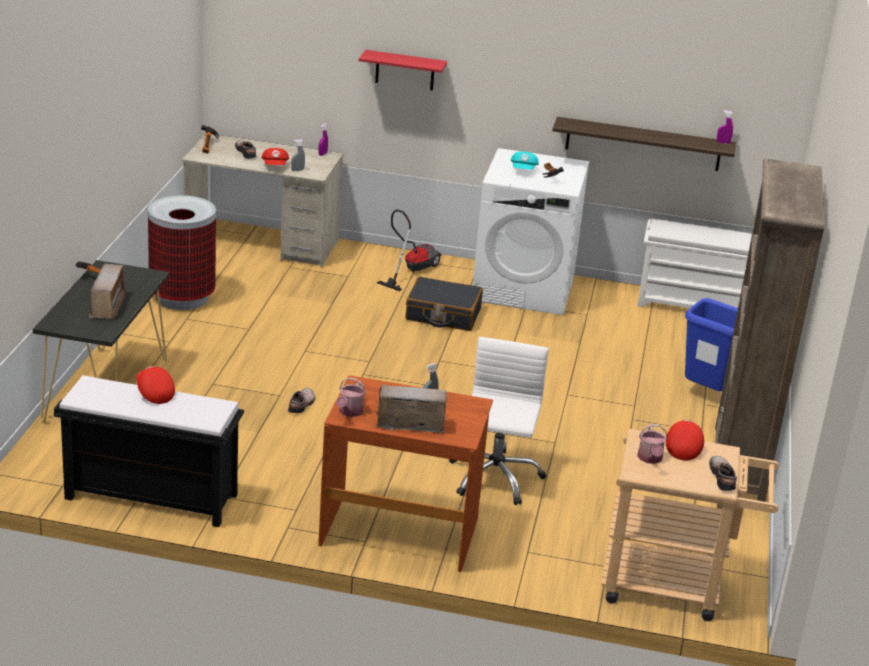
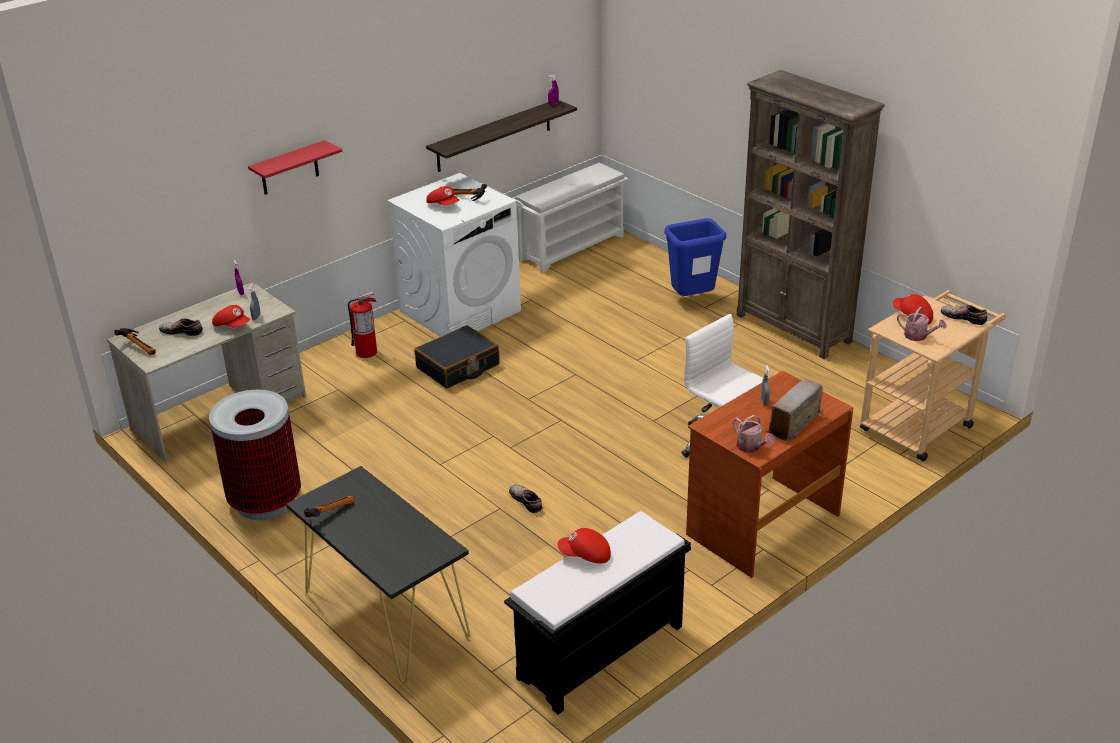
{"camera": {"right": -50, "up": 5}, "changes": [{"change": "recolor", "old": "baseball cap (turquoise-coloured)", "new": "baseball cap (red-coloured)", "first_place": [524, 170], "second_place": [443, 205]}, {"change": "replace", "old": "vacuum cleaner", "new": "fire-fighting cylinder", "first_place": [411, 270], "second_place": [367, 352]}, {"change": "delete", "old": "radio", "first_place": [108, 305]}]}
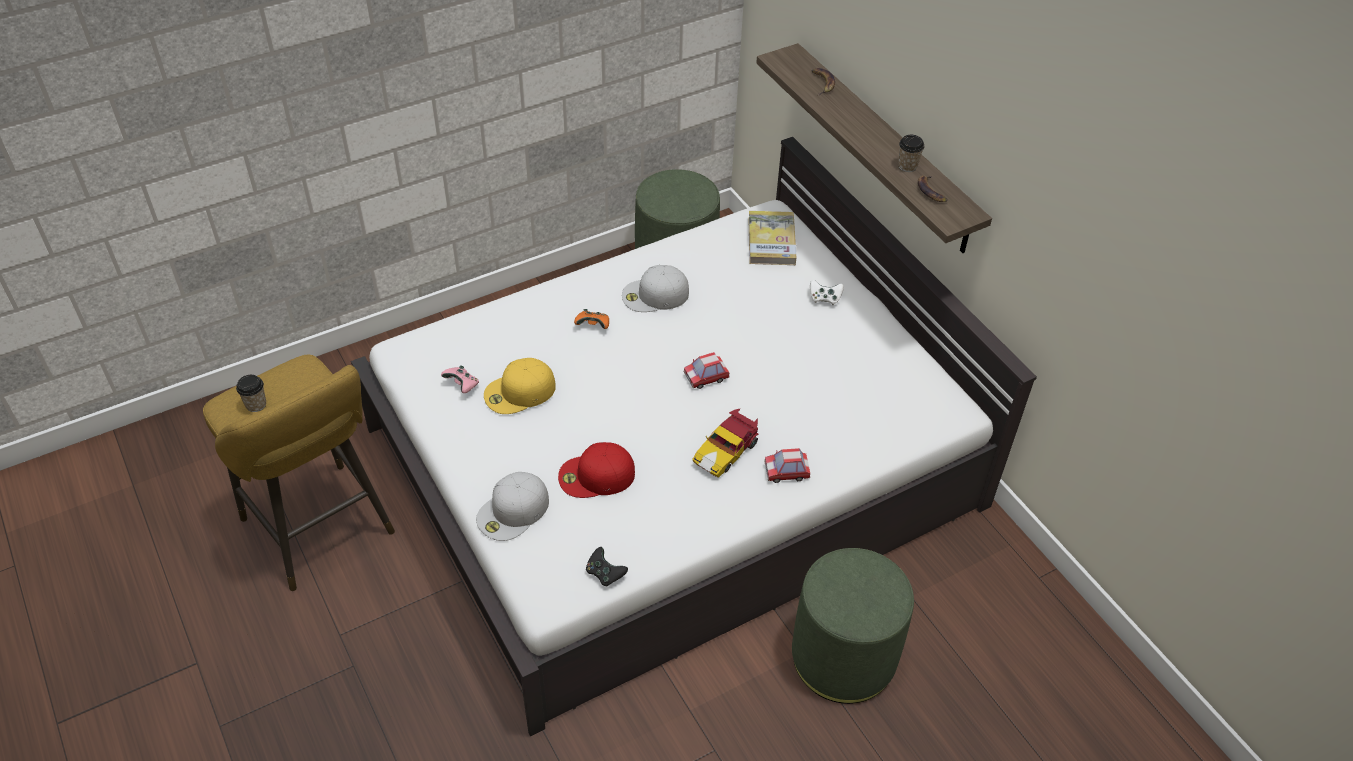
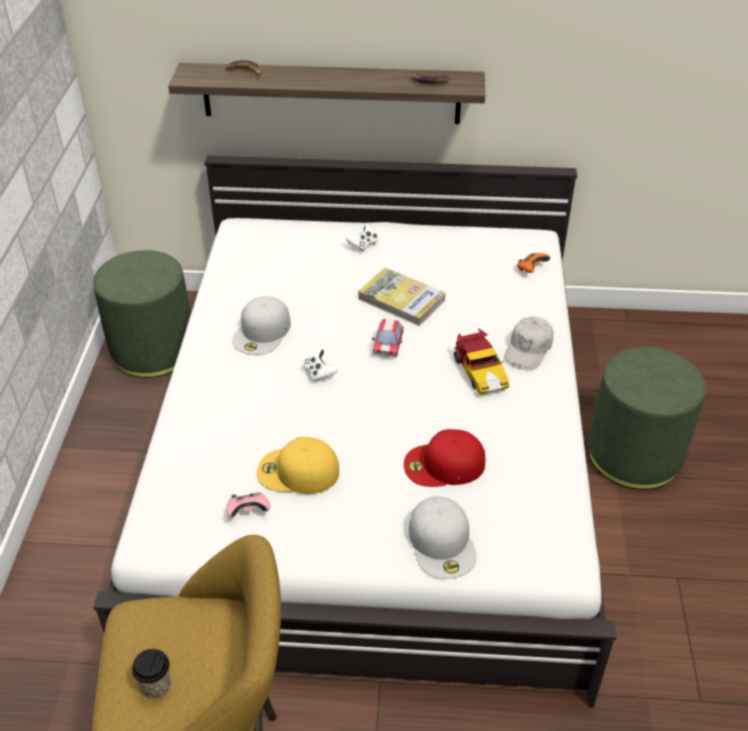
{"camera": {"right": -55, "up": -5}, "changes": [{"change": "delete", "old": "cup", "first_place": [907, 166]}, {"change": "move", "old": "bound book", "first_place": [771, 241], "second_place": [401, 300]}, {"change": "move", "old": "gamepad (orangey)", "first_place": [593, 326], "second_place": [531, 269]}, {"change": "rotate", "old": "baseball cap (yellow-coloured)", "first_place": [519, 392], "second_place": [297, 472], "degrees": 90}, {"change": "rotate", "old": "baseball cap (red-coloured)", "first_place": [596, 476], "second_place": [443, 465], "degrees": 60}, {"change": "replace", "old": "model car", "new": "baseball cap (white)", "first_place": [786, 472], "second_place": [528, 349]}, {"change": "delete", "old": "gamepad (blackish)", "first_place": [605, 573]}, {"change": "insert", "new": "gamepad (white)", "second_place": [319, 372]}]}
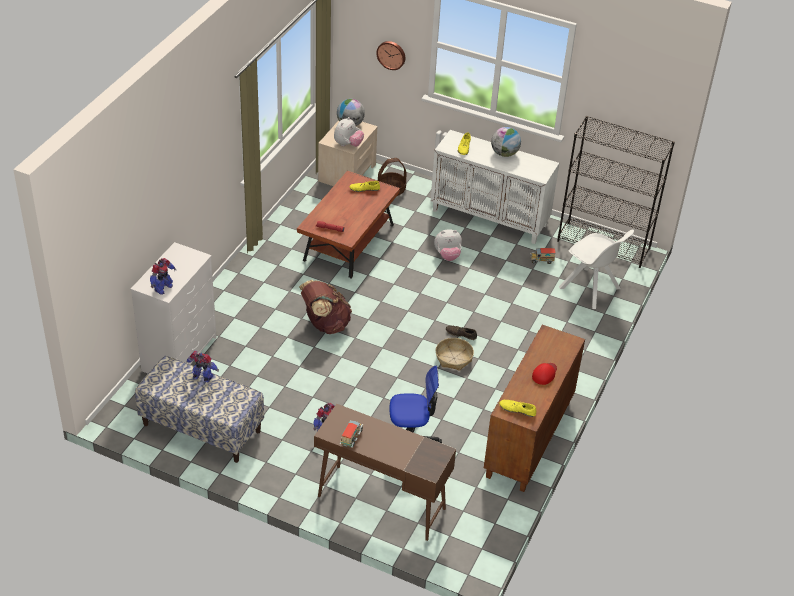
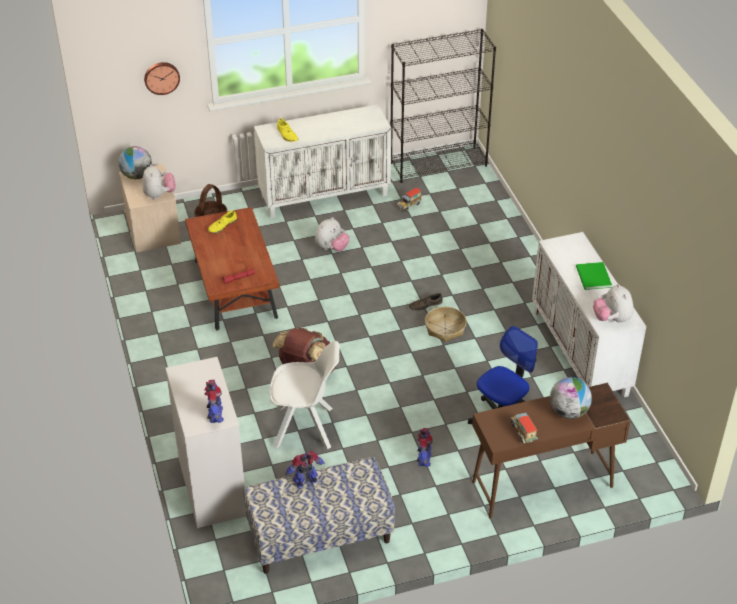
{"camera": {"right": -40, "up": 0}, "changes": [{"change": "move", "old": "globe", "first_place": [504, 153], "second_place": [568, 412]}, {"change": "move", "old": "plain chair (white)", "first_place": [591, 289], "second_place": [305, 428]}, {"change": "recolor", "old": "storage cabinet (brown)", "new": "storage cabinet (white)", "first_place": [529, 440], "second_place": [581, 353]}, {"change": "replace", "old": "baseball cap (red-coloured)", "new": "bound book (green)", "first_place": [544, 374], "second_place": [592, 278]}, {"change": "replace", "old": "low shoe (yellow-coloured)", "new": "plush toy", "first_place": [517, 410], "second_place": [612, 319]}]}
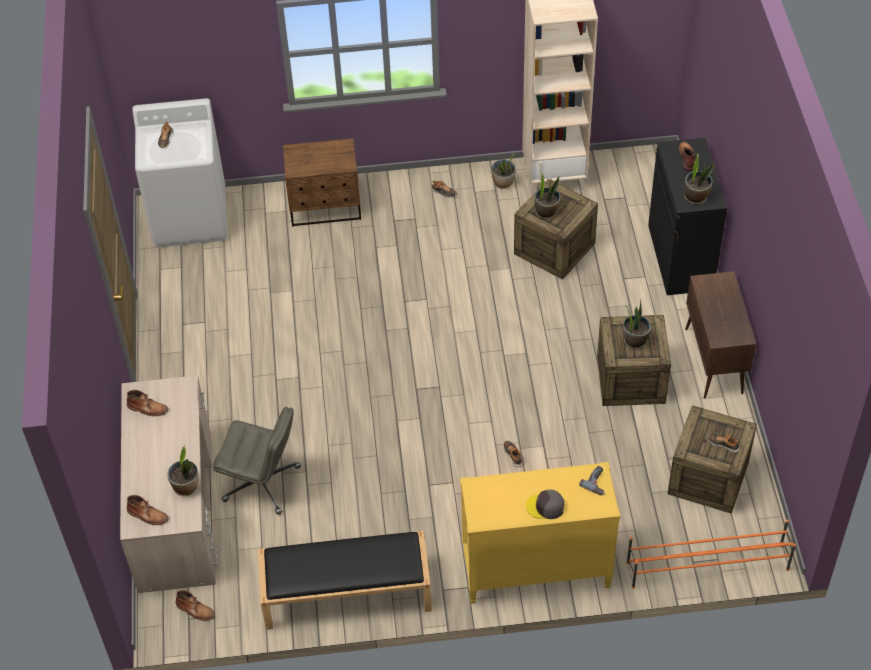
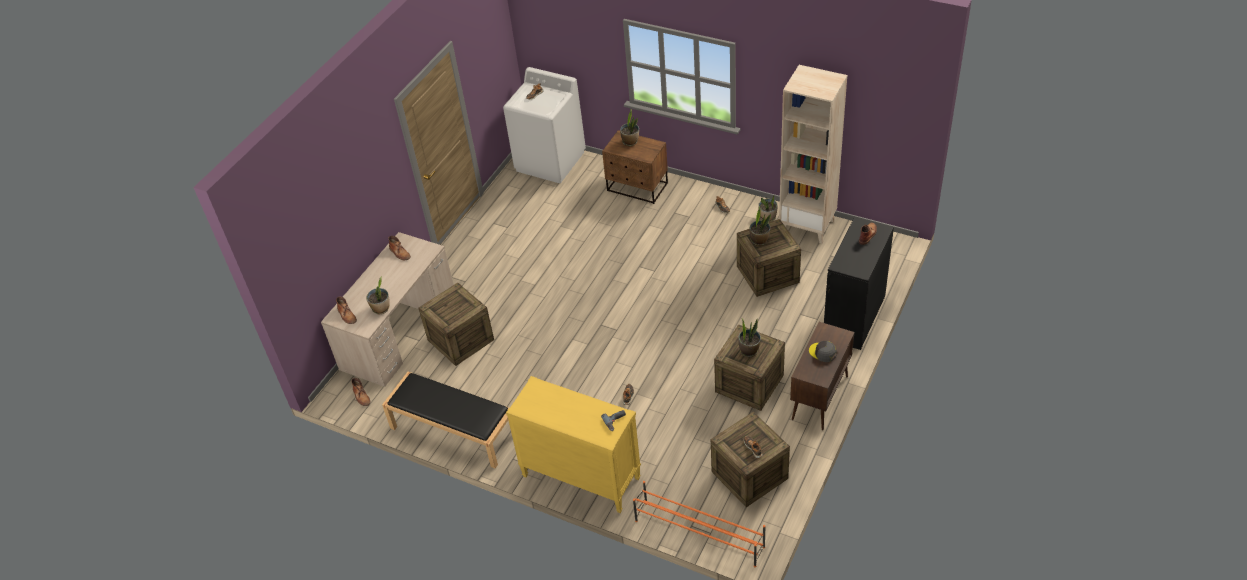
{"camera": {"right": 35, "up": -5}, "changes": [{"change": "move", "old": "potted plant", "first_place": [696, 197], "second_place": [630, 142]}, {"change": "replace", "old": "desk chair (grey)", "new": "shipping crate", "first_place": [263, 483], "second_place": [460, 340]}, {"change": "move", "old": "baseball cap (grey)", "first_place": [545, 507], "second_place": [822, 352]}]}
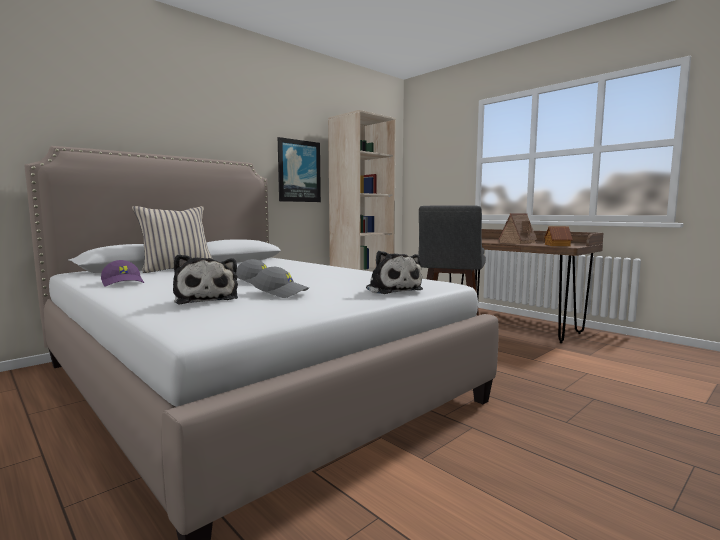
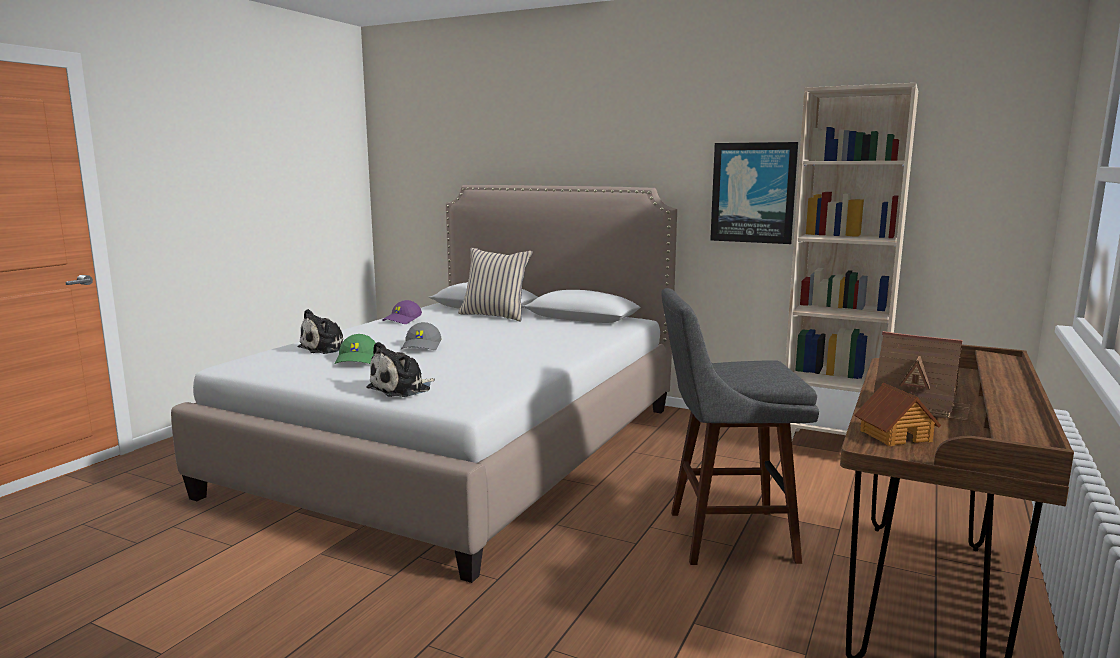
{"camera": {"right": 70, "up": 5}, "changes": [{"change": "recolor", "old": "baseball cap (grey)", "new": "baseball cap (green)", "first_place": [282, 293], "second_place": [358, 360]}]}
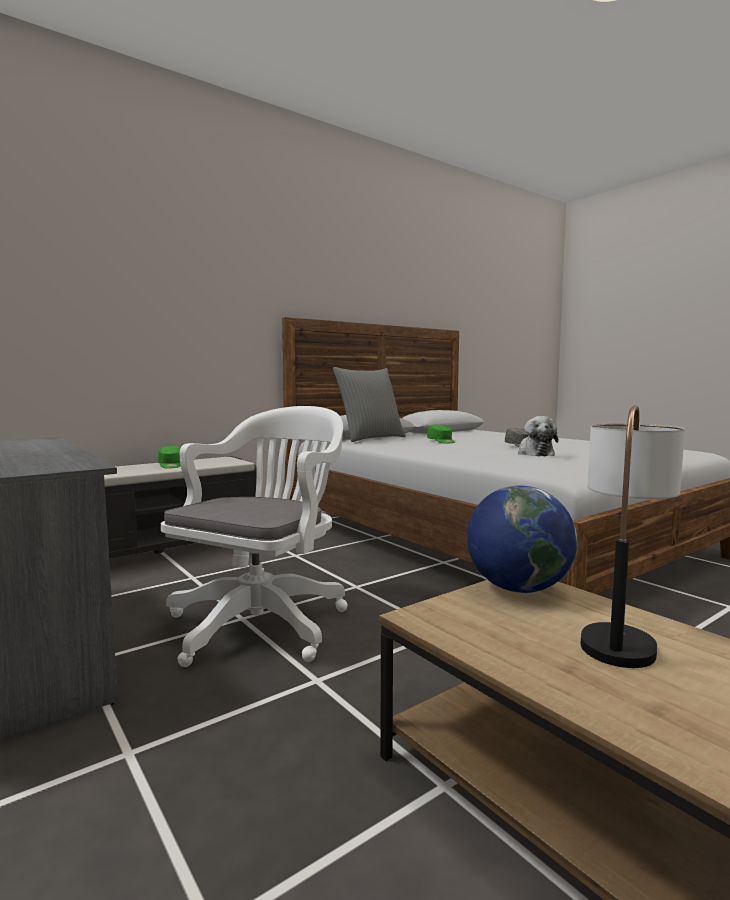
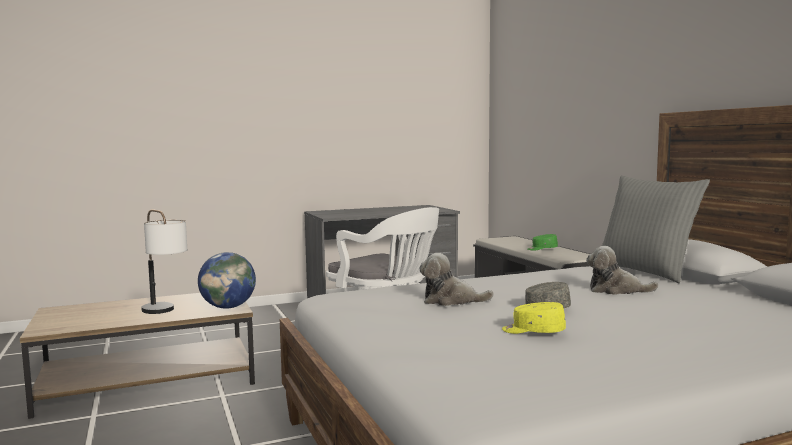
{"camera": {"right": 105, "up": 0}, "changes": [{"change": "replace", "old": "baseball cap (green)", "new": "plush toy", "first_place": [441, 441], "second_place": [616, 290]}, {"change": "insert", "new": "baseball cap (yellow-coloured)", "second_place": [533, 331]}]}
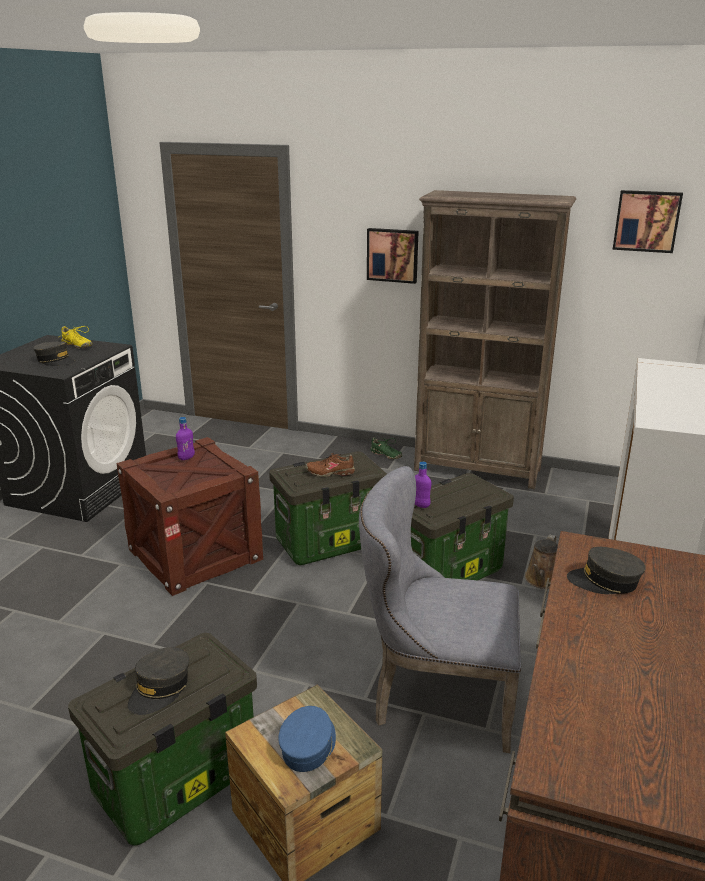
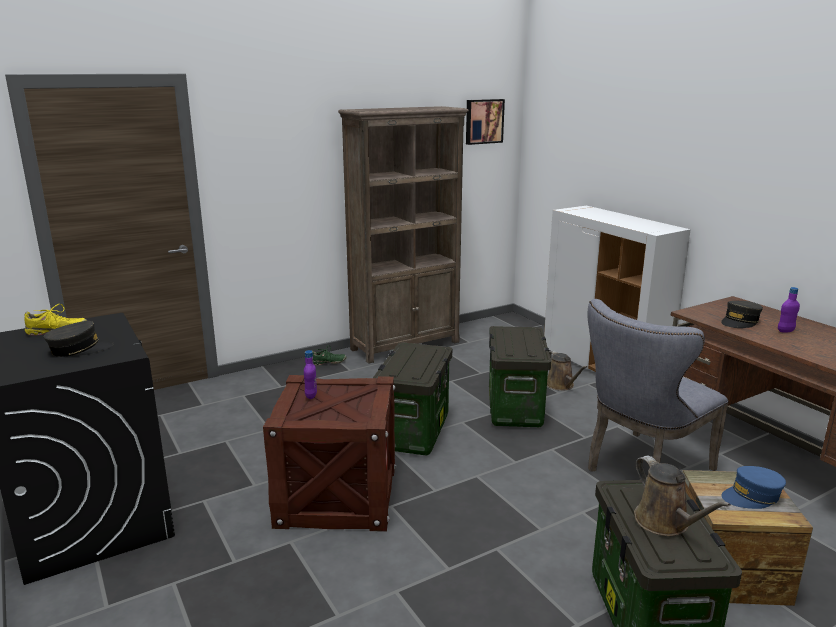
{"camera": {"right": -50, "up": -5}, "changes": [{"change": "delete", "old": "wall picture", "first_place": [393, 255]}, {"change": "delete", "old": "low shoe (brown)", "first_place": [330, 472]}, {"change": "move", "old": "bottle (purplish)", "first_place": [421, 505], "second_place": [785, 331]}, {"change": "replace", "old": "baseball cap (grey)", "new": "watering can (brown)", "first_place": [160, 689], "second_place": [665, 523]}, {"change": "rotate", "old": "baseball cap (bluish)", "first_place": [308, 746], "second_place": [752, 496], "degrees": -75}]}
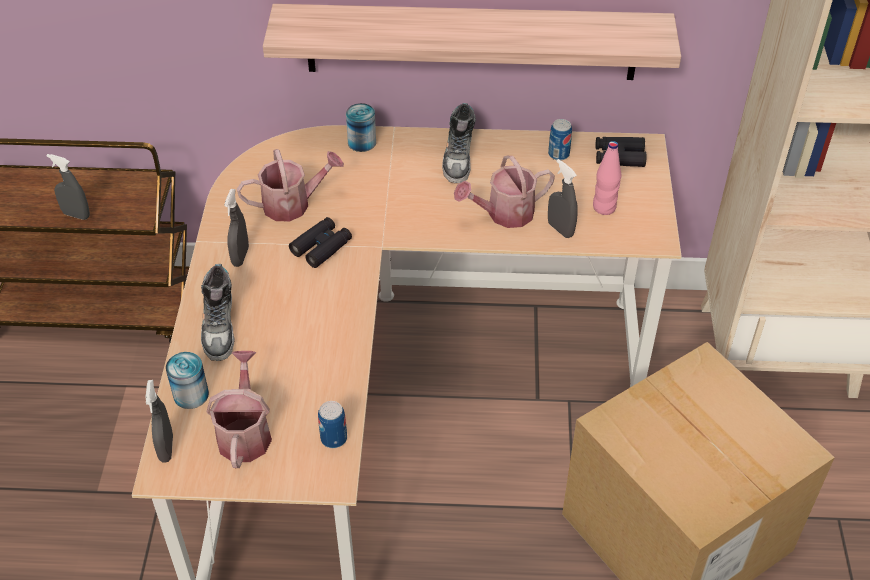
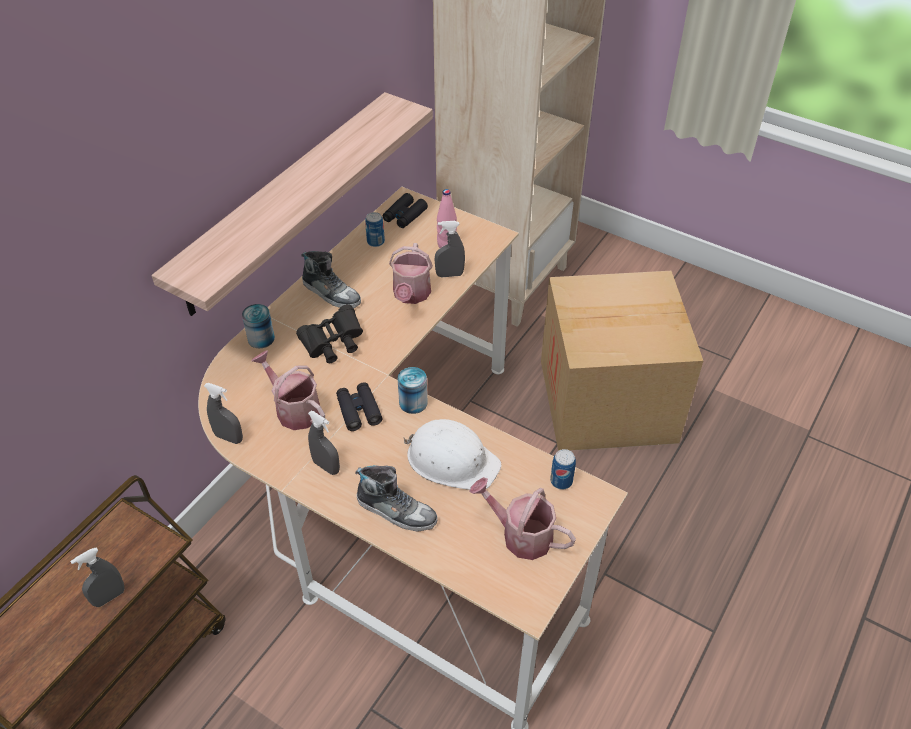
{"camera": {"right": -60, "up": 0}, "changes": [{"change": "rotate", "old": "watering can", "first_place": [293, 204], "second_place": [294, 409], "degrees": -60}, {"change": "move", "old": "metal can", "first_place": [191, 394], "second_place": [413, 402]}, {"change": "move", "old": "sprayer (grey)", "first_place": [166, 448], "second_place": [229, 437]}, {"change": "insert", "new": "binoculars (blackish)", "second_place": [333, 344]}, {"change": "insert", "new": "work helmet (white)", "second_place": [451, 460]}]}
